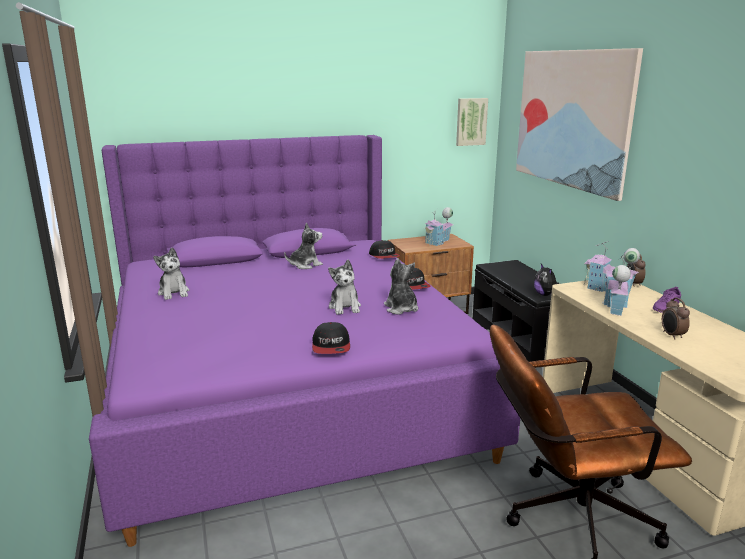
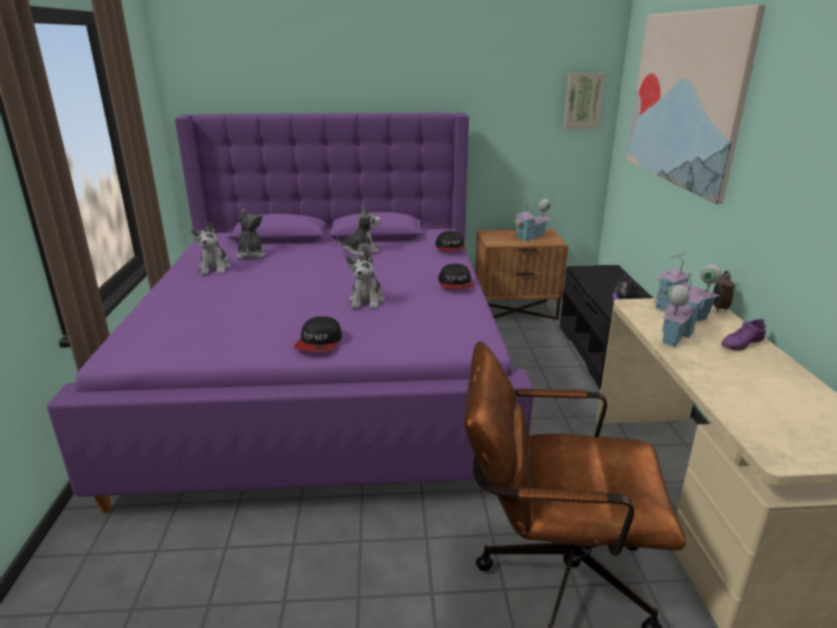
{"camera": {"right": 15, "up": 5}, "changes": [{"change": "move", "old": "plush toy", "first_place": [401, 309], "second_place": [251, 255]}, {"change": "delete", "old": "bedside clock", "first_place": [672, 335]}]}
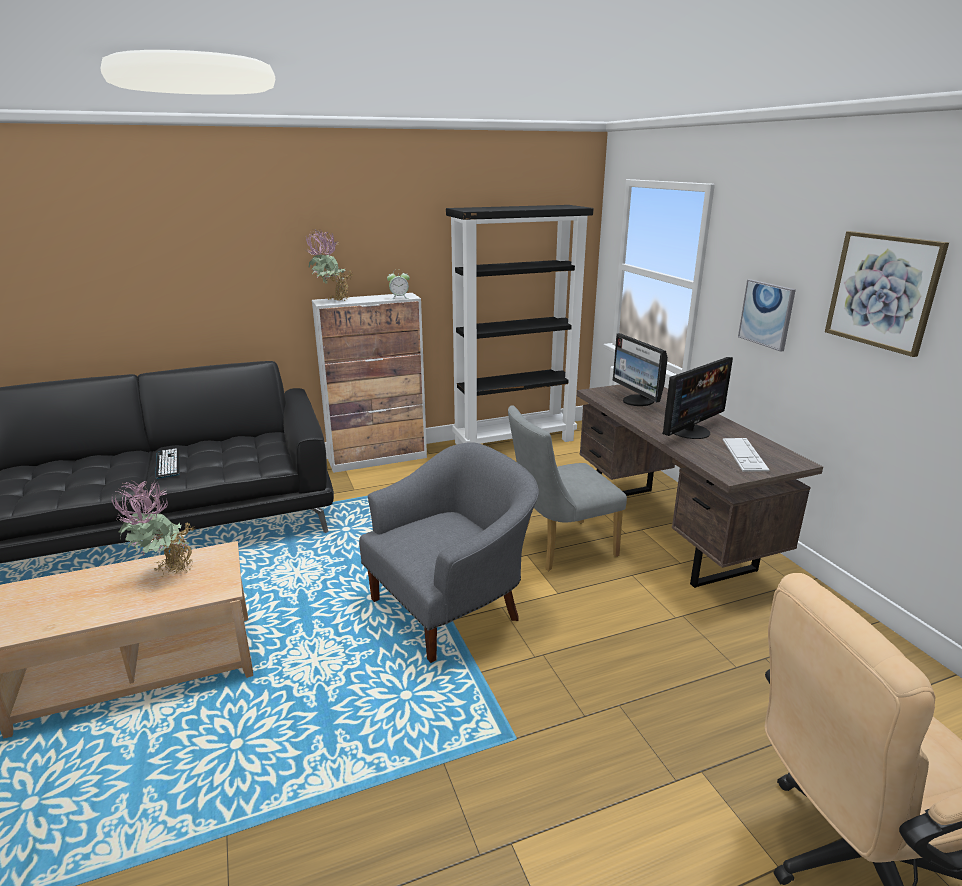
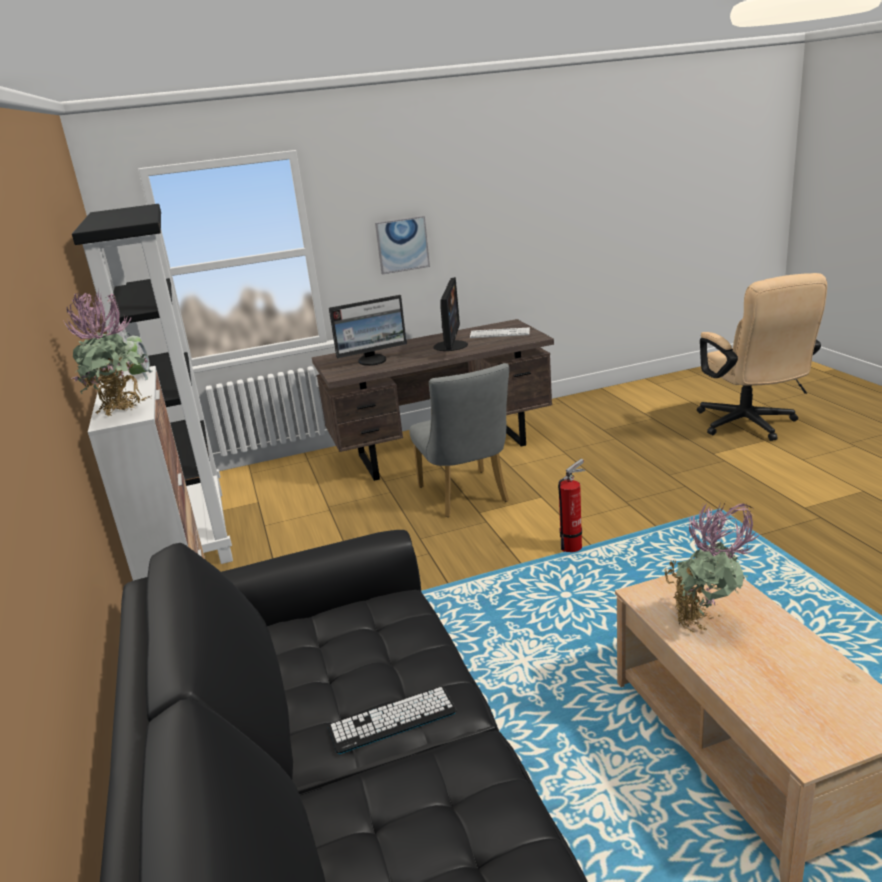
{"camera": {"right": -85, "up": 0}, "changes": [{"change": "delete", "old": "wall picture", "first_place": [883, 291]}, {"change": "rotate", "old": "computer screen", "first_place": [690, 431], "second_place": [451, 345], "degrees": 45}, {"change": "replace", "old": "armchair (grey)", "new": "fire-fighting cylinder", "first_place": [451, 608], "second_place": [573, 546]}]}
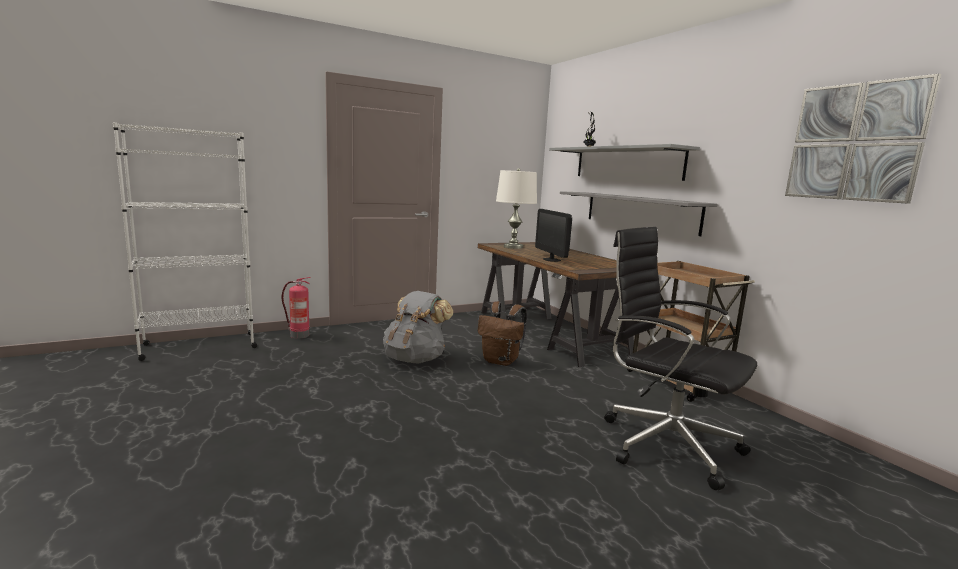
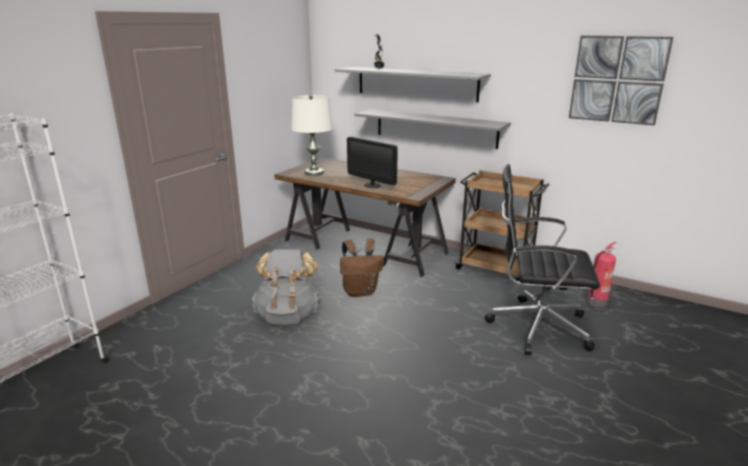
{"camera": {"right": -30, "up": 10}, "changes": [{"change": "move", "old": "fire-fighting cylinder", "first_place": [298, 335], "second_place": [596, 302]}]}
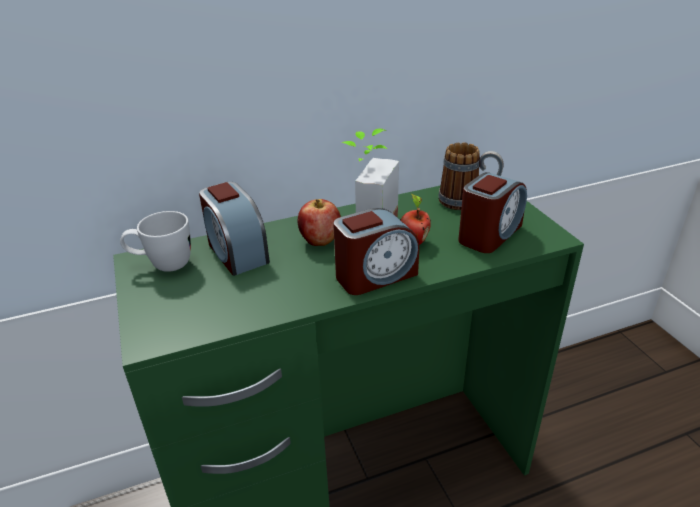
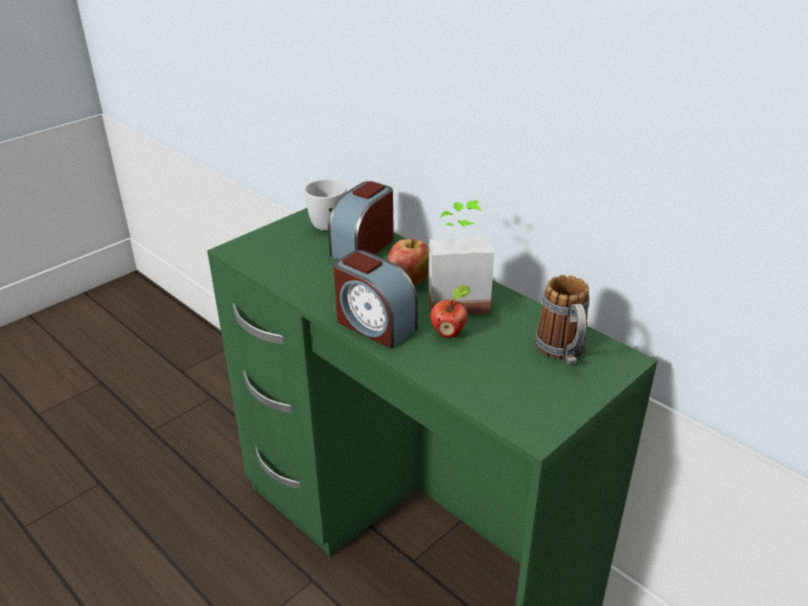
{"camera": {"right": 65, "up": 0}, "changes": [{"change": "delete", "old": "bedside clock", "first_place": [489, 234]}]}
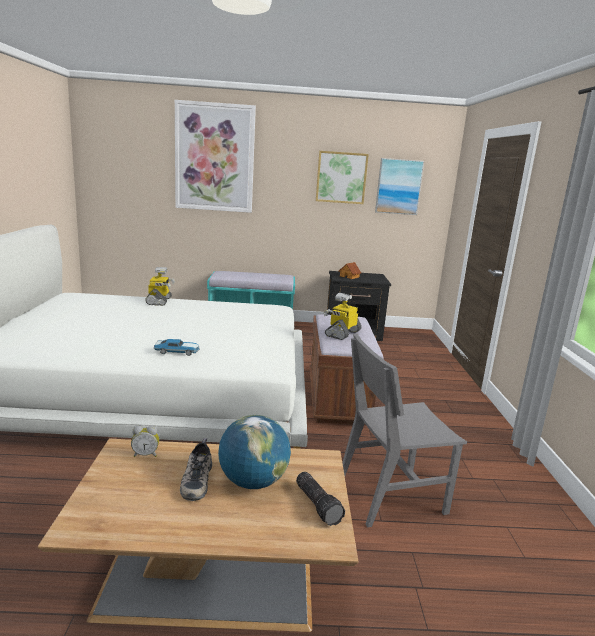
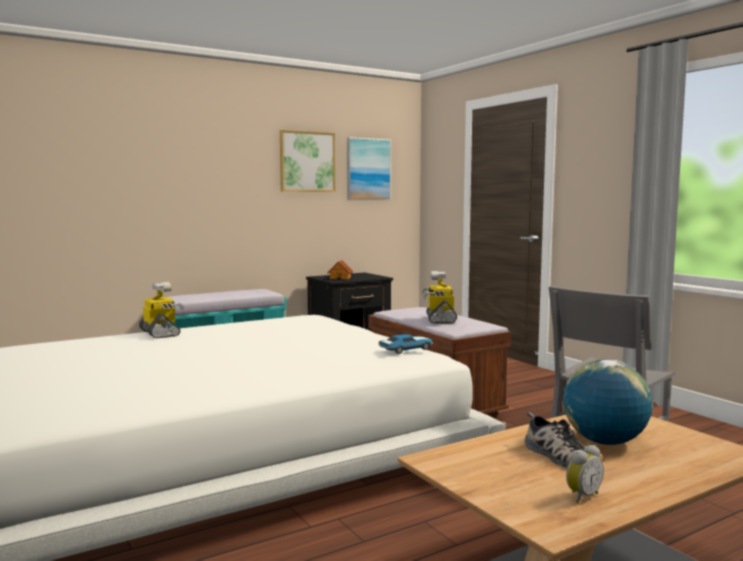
{"camera": {"right": -30, "up": -10}, "changes": [{"change": "delete", "old": "wall picture", "first_place": [214, 158]}, {"change": "move", "old": "model car", "first_place": [177, 352], "second_place": [407, 349]}, {"change": "move", "old": "bedside clock", "first_place": [145, 454], "second_place": [581, 496]}, {"change": "delete", "old": "torch", "first_place": [318, 505]}]}
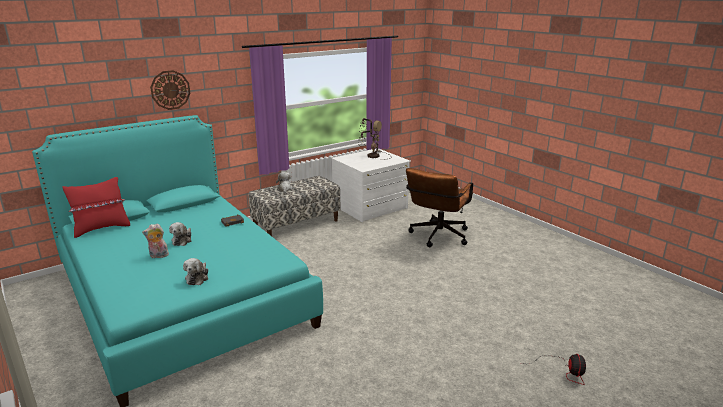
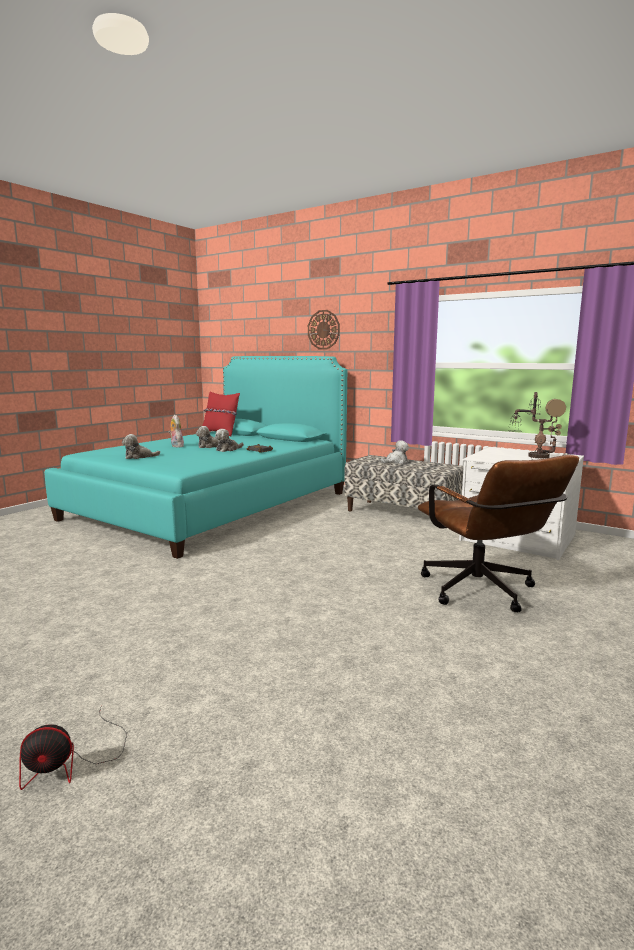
{"camera": {"right": 70, "up": -10}, "changes": [{"change": "rotate", "old": "desk chair (brown)", "first_place": [437, 237], "second_place": [483, 593], "degrees": -120}, {"change": "insert", "new": "plush toy", "second_place": [228, 449]}]}
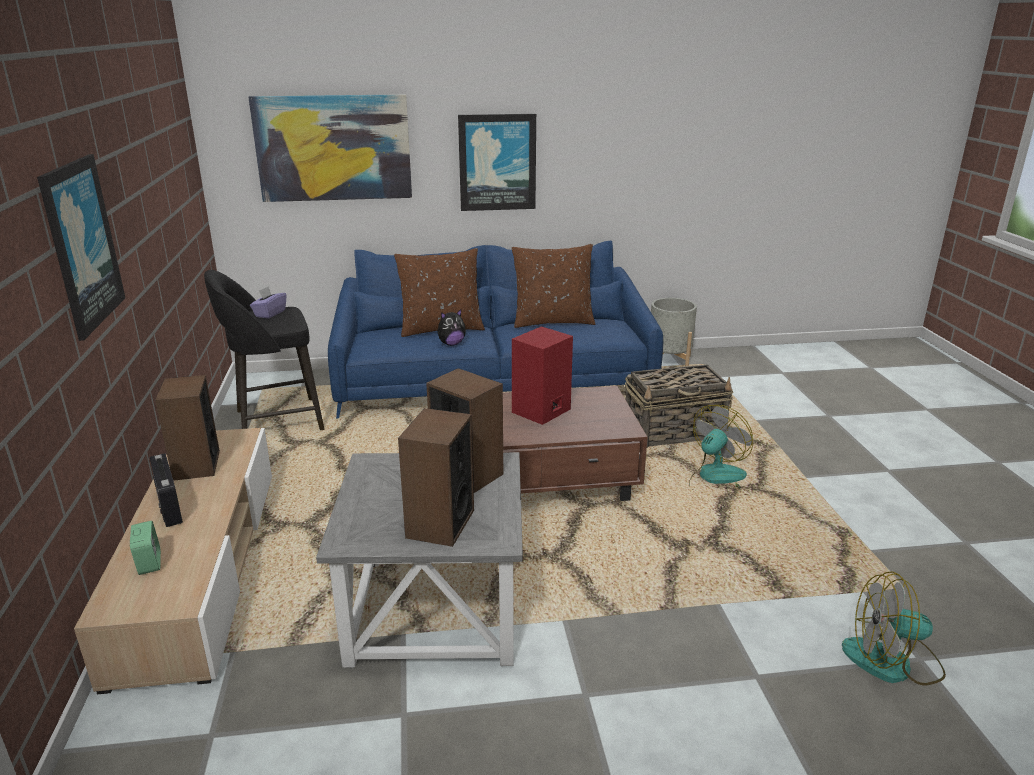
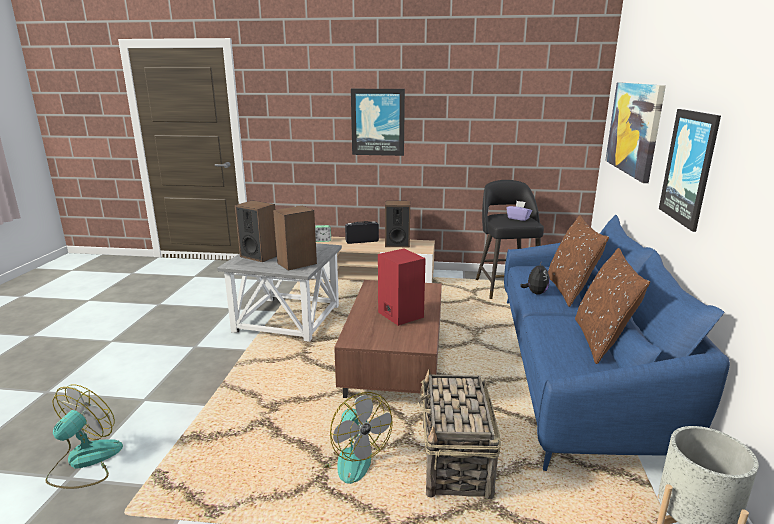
{"camera": {"right": 105, "up": -5}, "changes": [{"change": "rotate", "old": "plush toy", "first_place": [451, 344], "second_place": [535, 293], "degrees": -150}]}
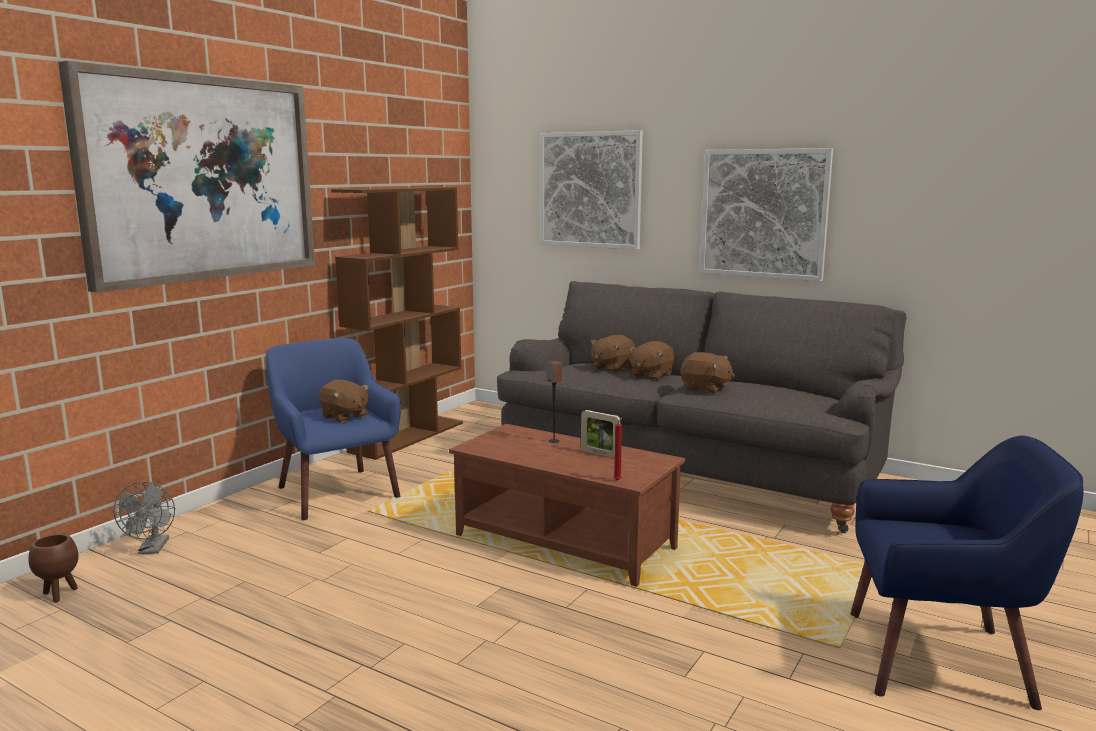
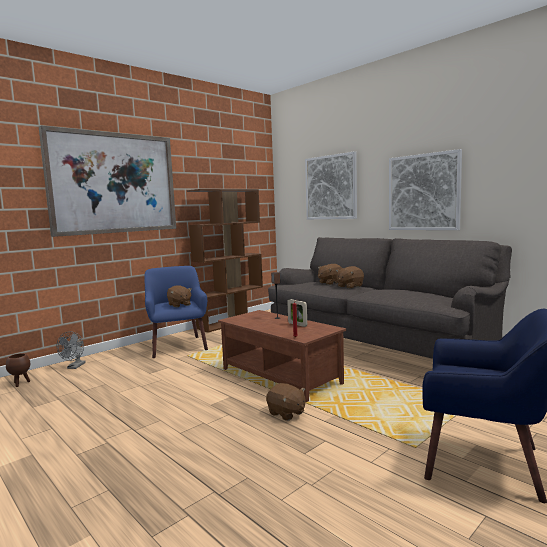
{"camera": {"right": 15, "up": -5}, "changes": [{"change": "move", "old": "plush toy (brown)", "first_place": [705, 389], "second_place": [286, 413]}]}
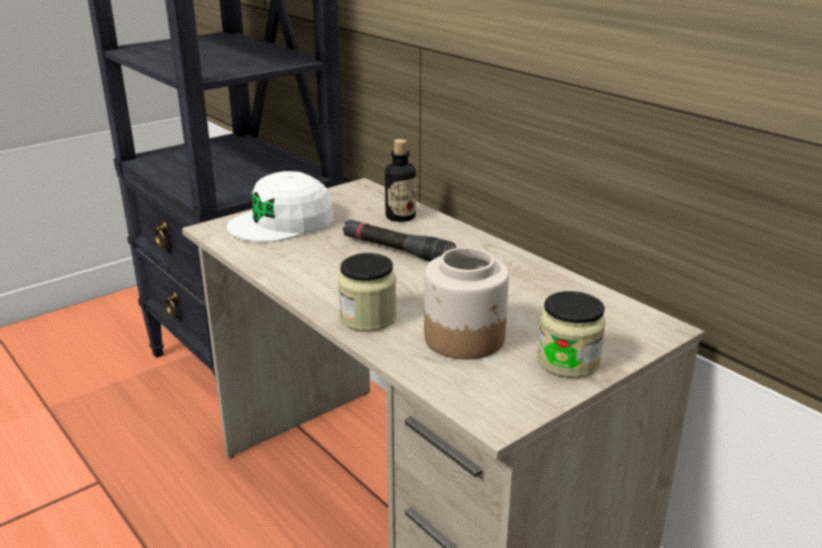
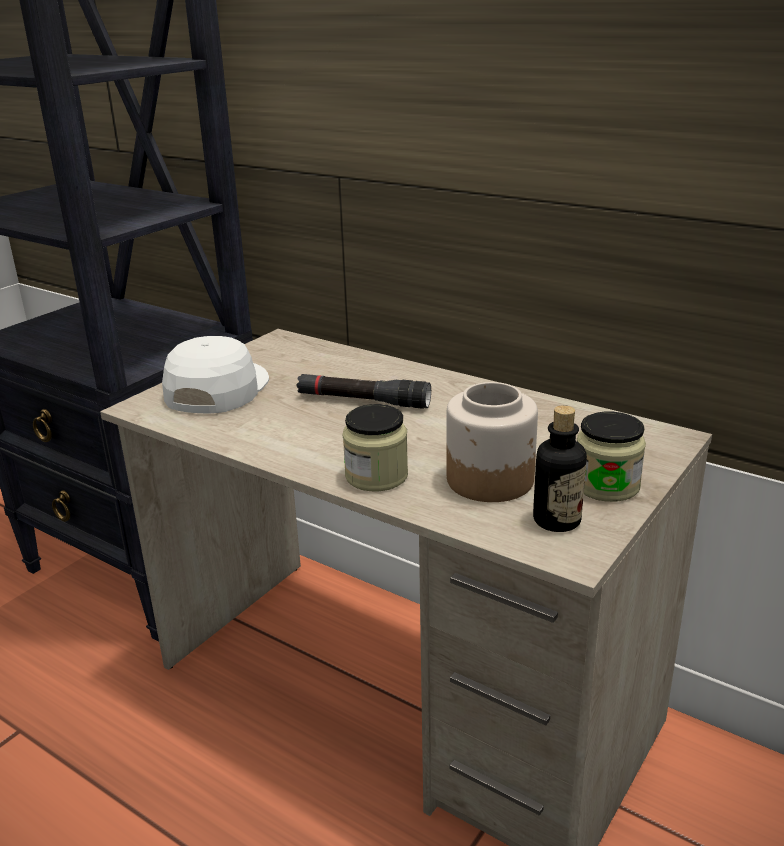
{"camera": {"right": -15, "up": 0}, "changes": [{"change": "move", "old": "bottle", "first_place": [400, 217], "second_place": [556, 520]}, {"change": "rotate", "old": "baseball cap (white)", "first_place": [282, 222], "second_place": [216, 389], "degrees": 150}]}
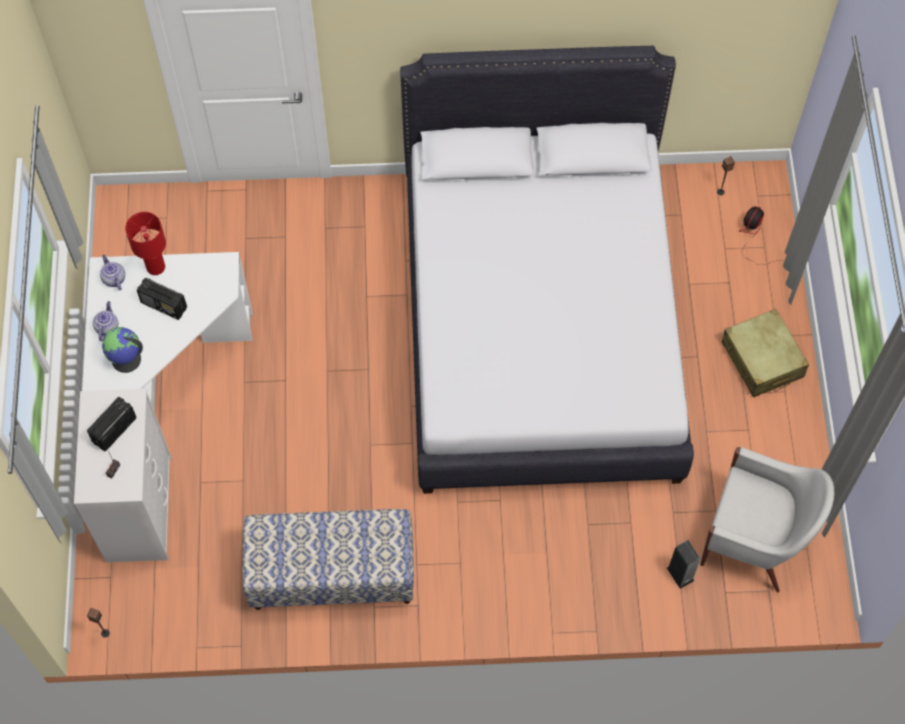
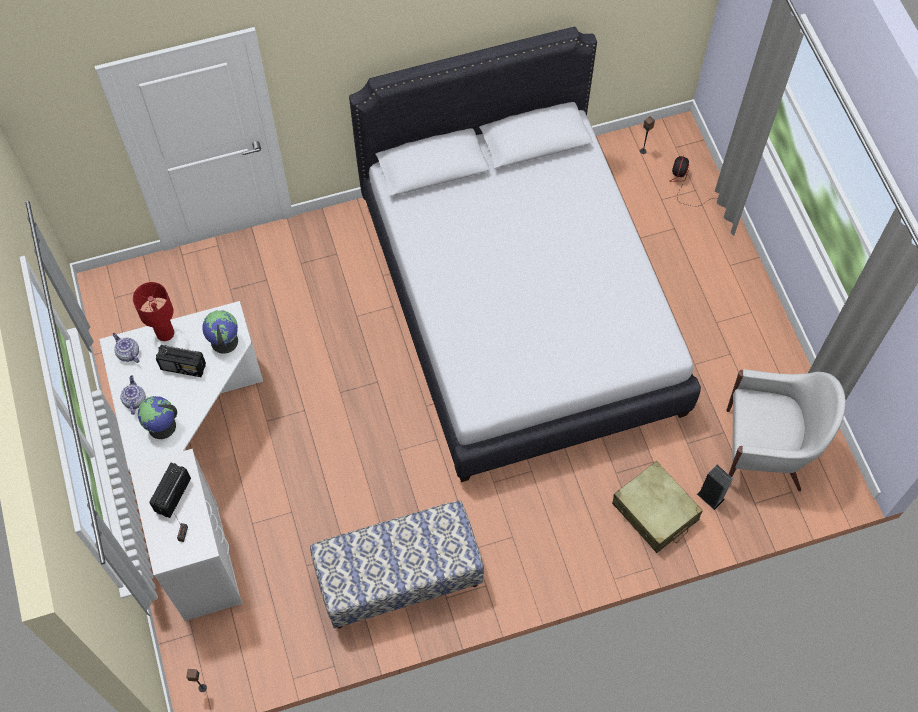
{"camera": {"right": -15, "up": 0}, "changes": [{"change": "move", "old": "piece of luggage (sand-coloured)", "first_place": [762, 360], "second_place": [655, 512]}, {"change": "insert", "new": "globe", "second_place": [224, 341]}]}
